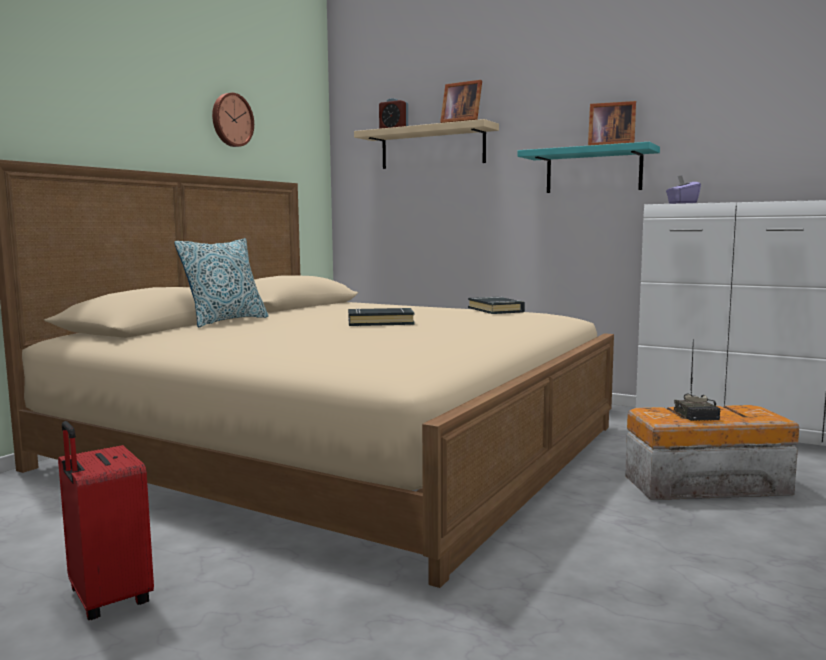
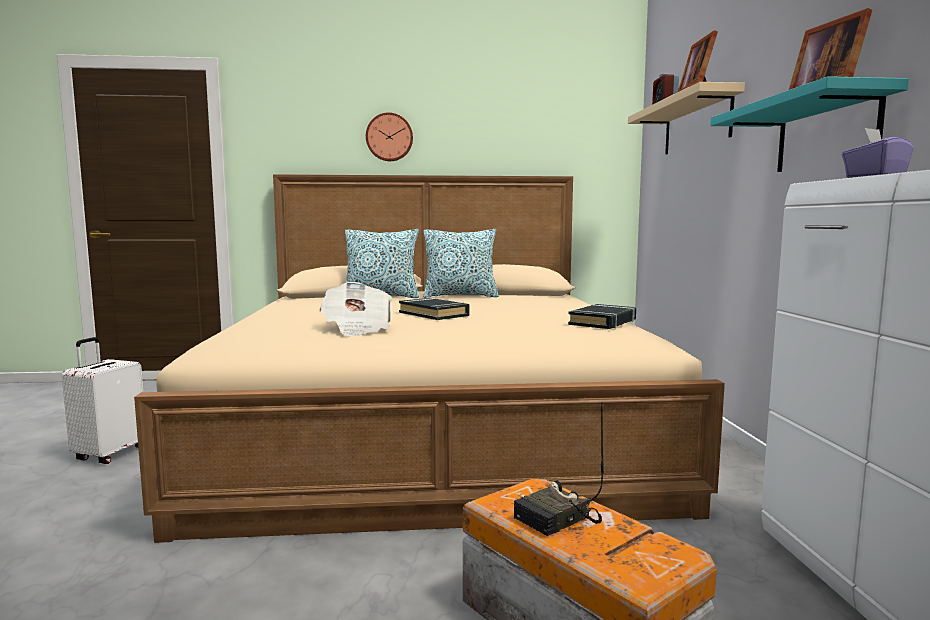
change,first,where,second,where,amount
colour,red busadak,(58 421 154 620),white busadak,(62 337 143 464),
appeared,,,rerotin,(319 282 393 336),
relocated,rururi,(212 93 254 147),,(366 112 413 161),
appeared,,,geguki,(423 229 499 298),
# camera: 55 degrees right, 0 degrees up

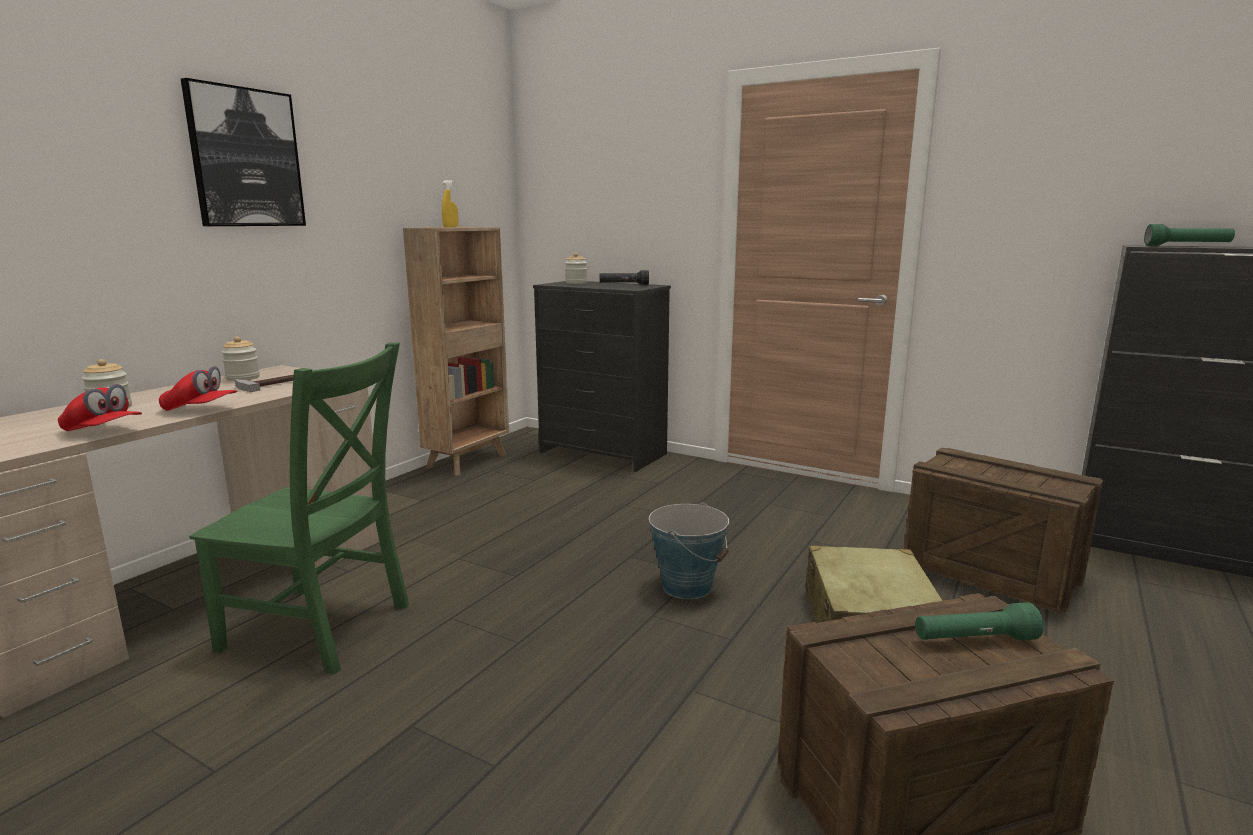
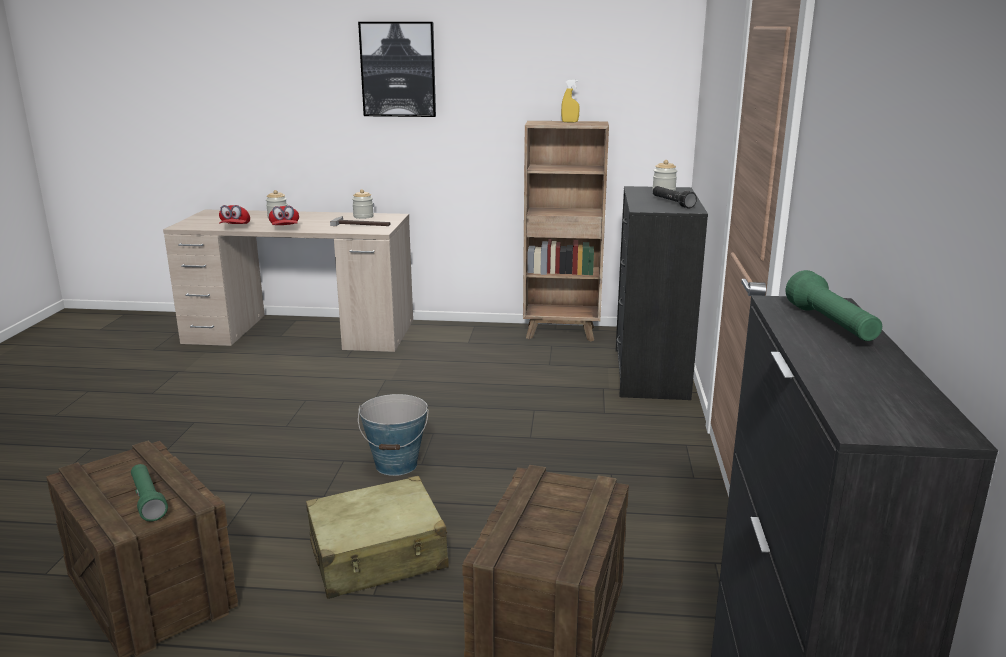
change,first,where,second,where,amount
missing,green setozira,(189 343 409 675),,,
# camera: 65 degrees right, 5 degrees up

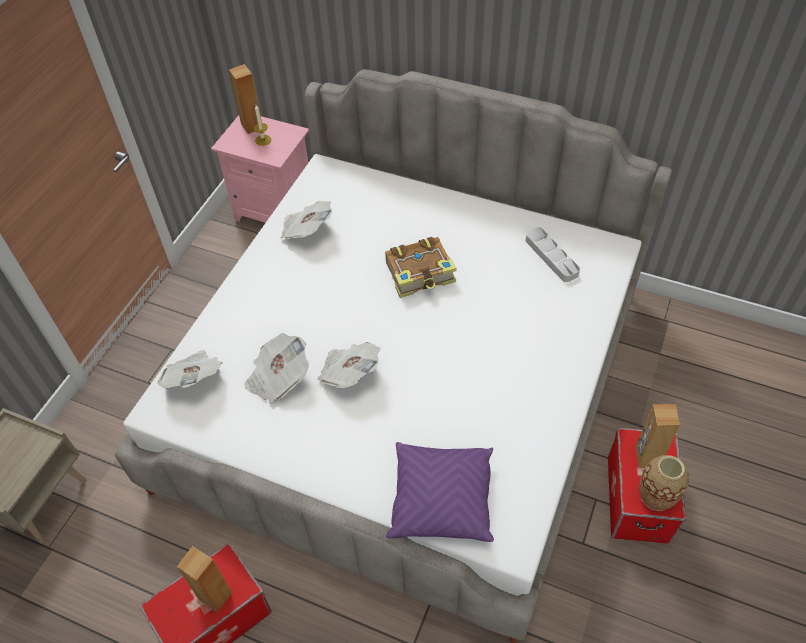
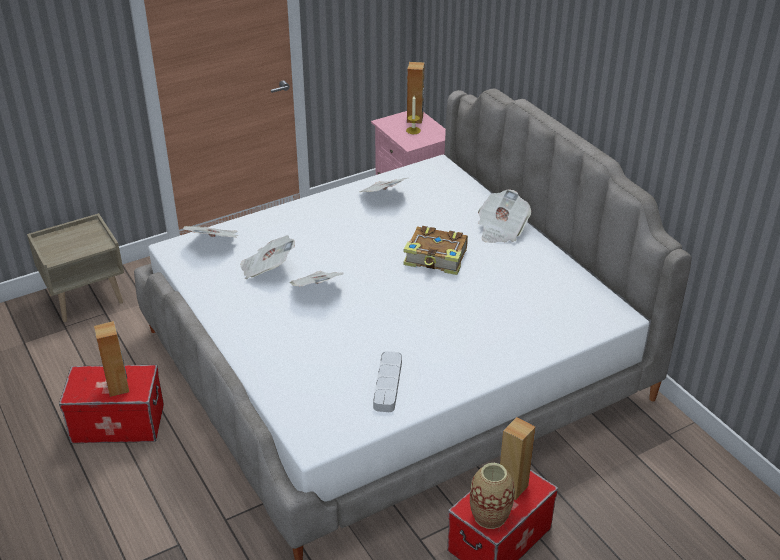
change,first,where,second,where,amount
relocated,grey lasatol,(526 227 580 282),,(373 351 402 412),
appeared,,,rerotin,(478 189 531 243),
missing,purple geguki,(386 442 494 542),,,
# camera: 35 degrees right, 15 degrees down

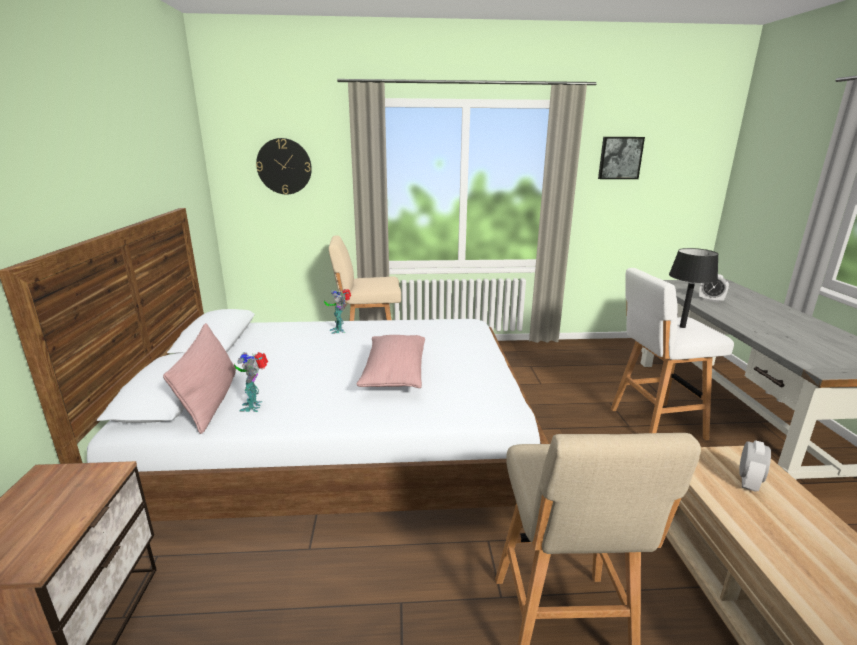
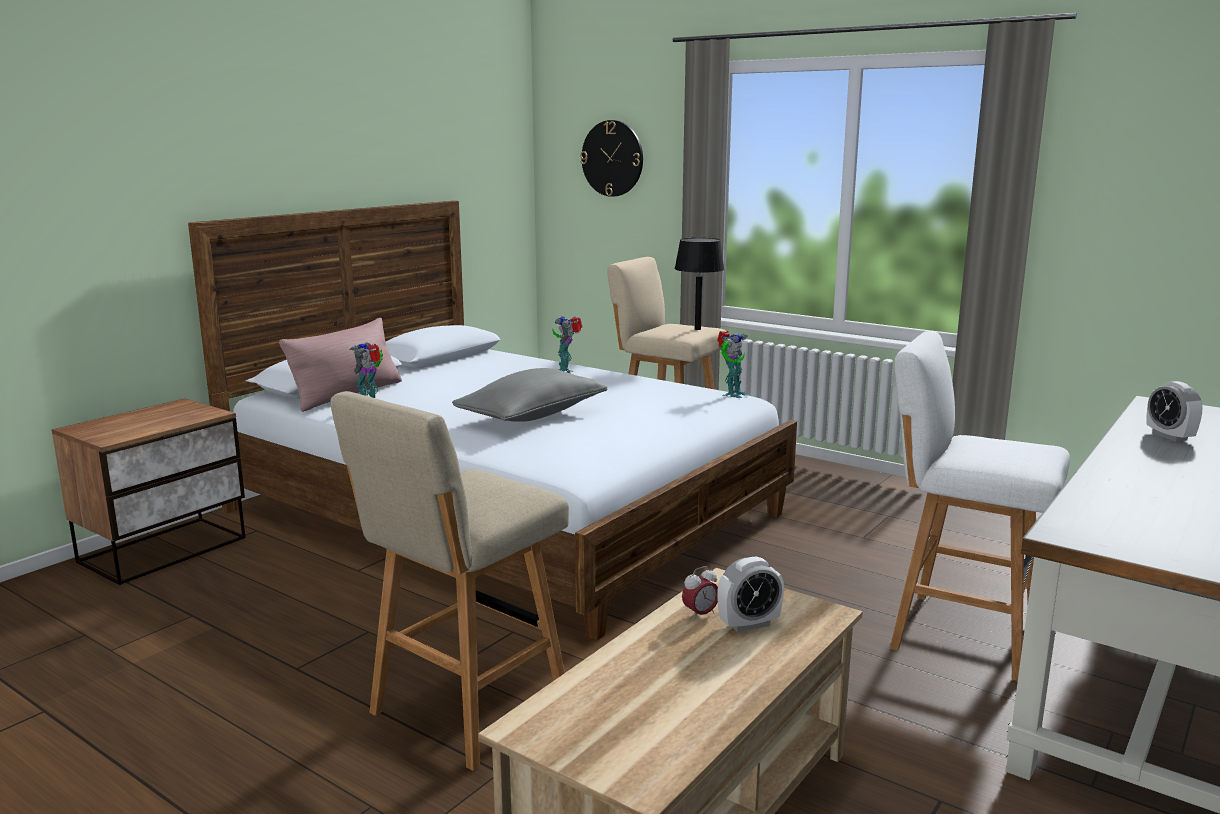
change,first,where,second,where,amount
colour,pink geguki,(356 335 425 388),grey geguki,(452 368 607 422),
relocated,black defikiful,(669 248 719 328),,(674 238 724 330),
appeared,,,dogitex,(682 566 718 621),
appeared,,,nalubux,(717 331 748 398),
missing,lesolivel,(598 137 645 179),,,
# camera: 40 degrees right, 5 degrees down

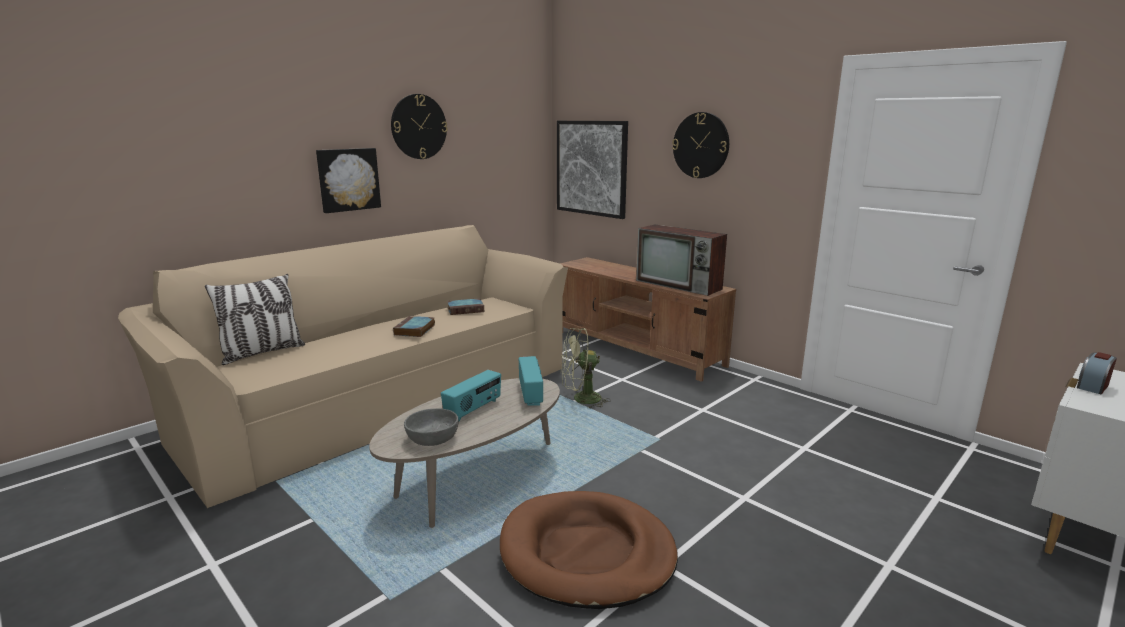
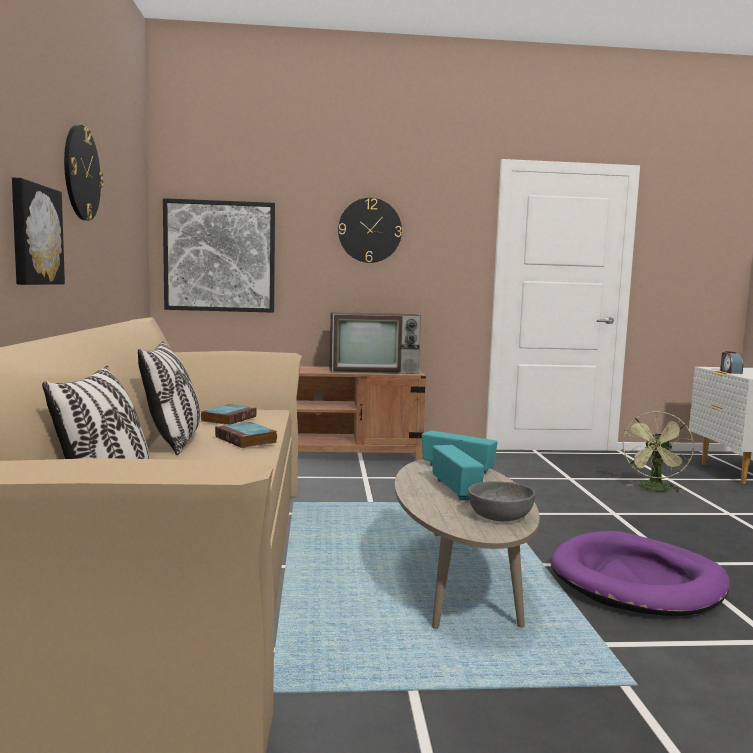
change,first,where,second,where,amount
appeared,,,geguki,(138 341 200 455),
colour,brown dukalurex,(500 491 678 609),purple dukalurex,(550 531 730 616),
relocated,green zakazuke,(561 328 611 409),,(621 411 694 493),
# camera: 50 degrees left, 10 degrees down

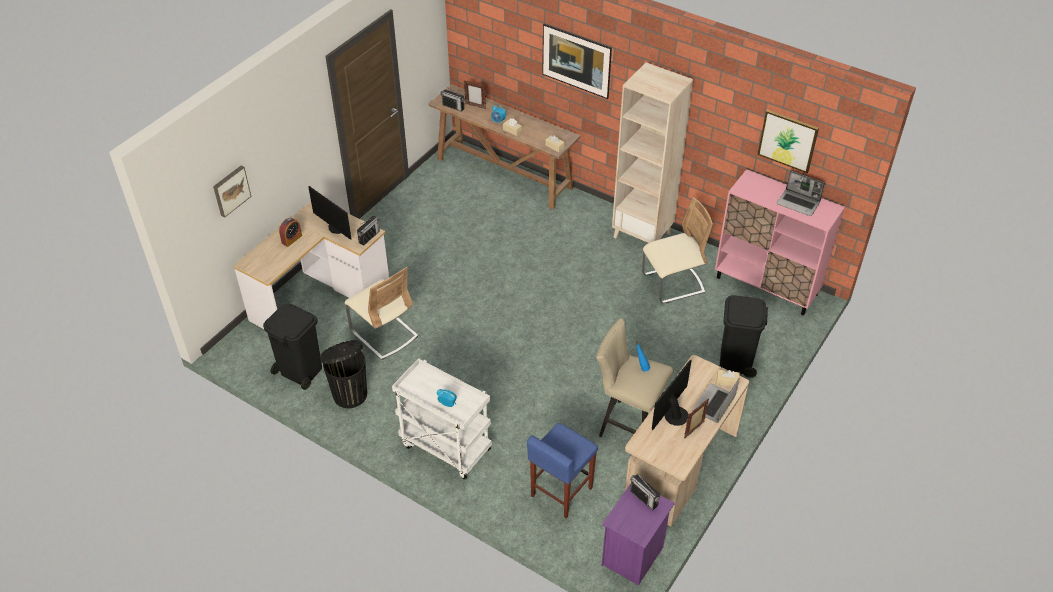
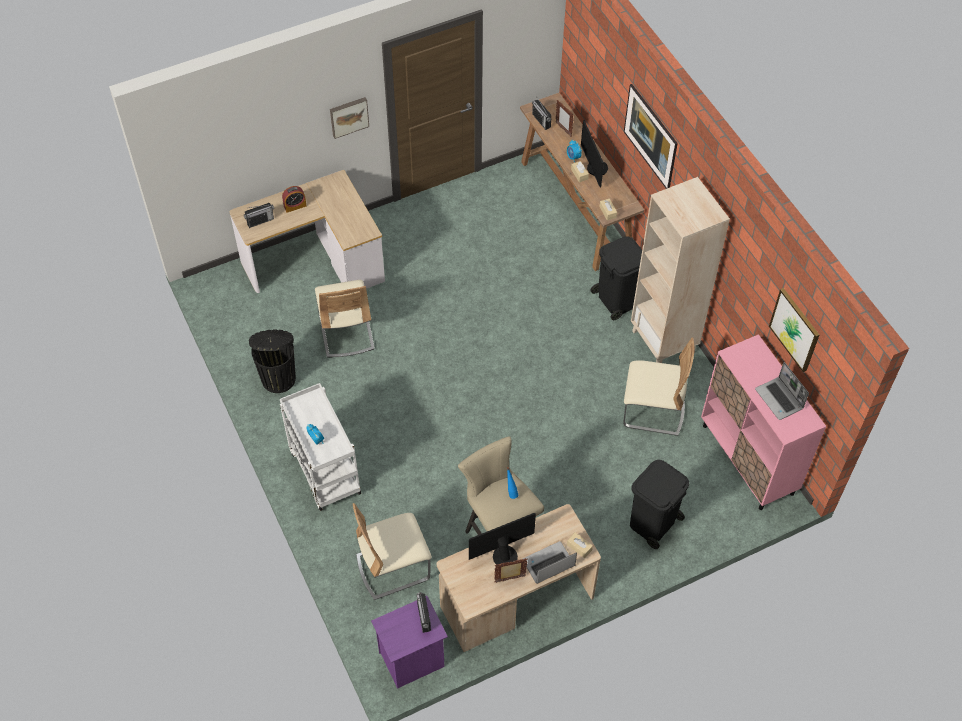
change,first,where,second,where,amount
relocated,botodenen,(357 216 380 245),,(244 203 274 228),
relocated,lesolivel,(213 166 252 218),,(330 97 369 139),
exchanged,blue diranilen,(527 423 598 518),beige setozira,(353 503 432 600),
relocated,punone,(308 186 352 239),,(581 120 608 187),
relocated,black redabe,(263 304 322 390),,(591 236 642 320),
# camera: 30 degrees right, 10 degrees up

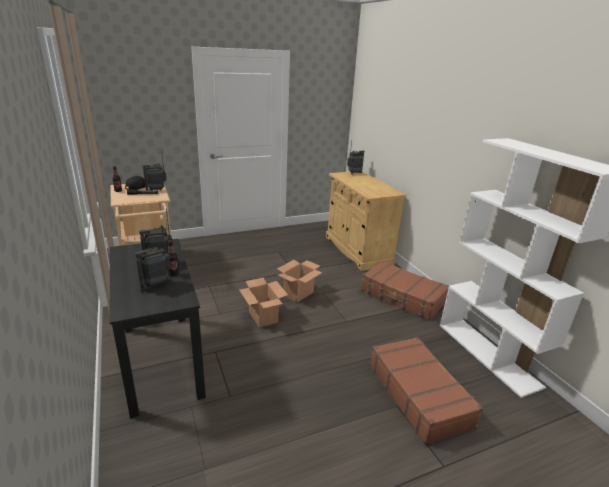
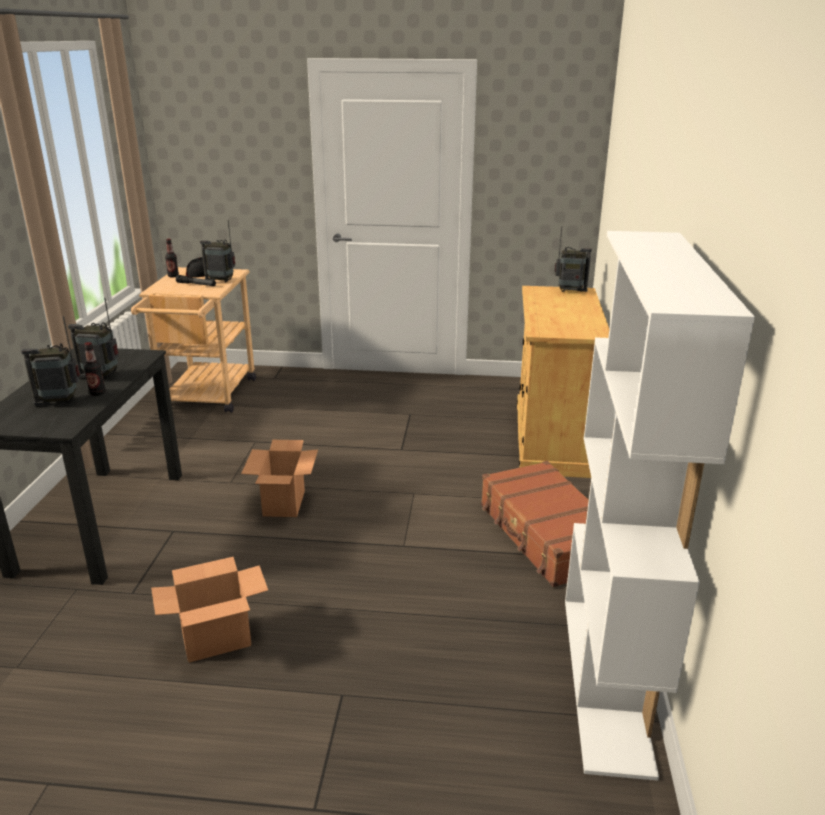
change,first,where,second,where,amount
relocated,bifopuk,(277 260 322 303),,(151 557 268 663),
missing,brown busadak,(370 337 483 445),,,
# camera: 30 degrees right, 0 degrees up

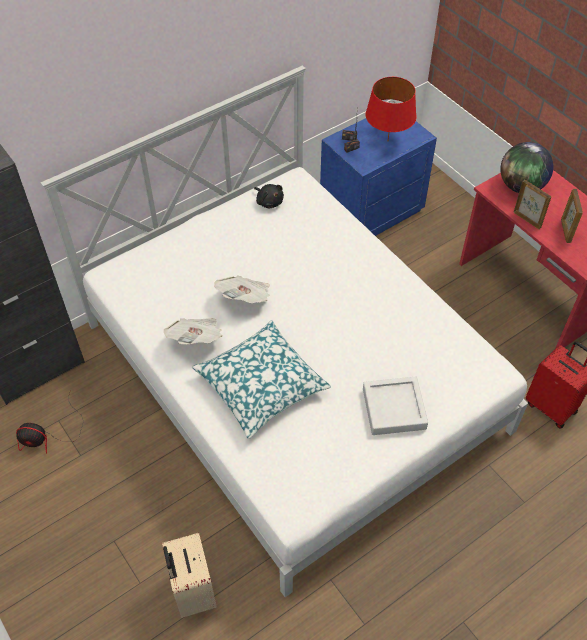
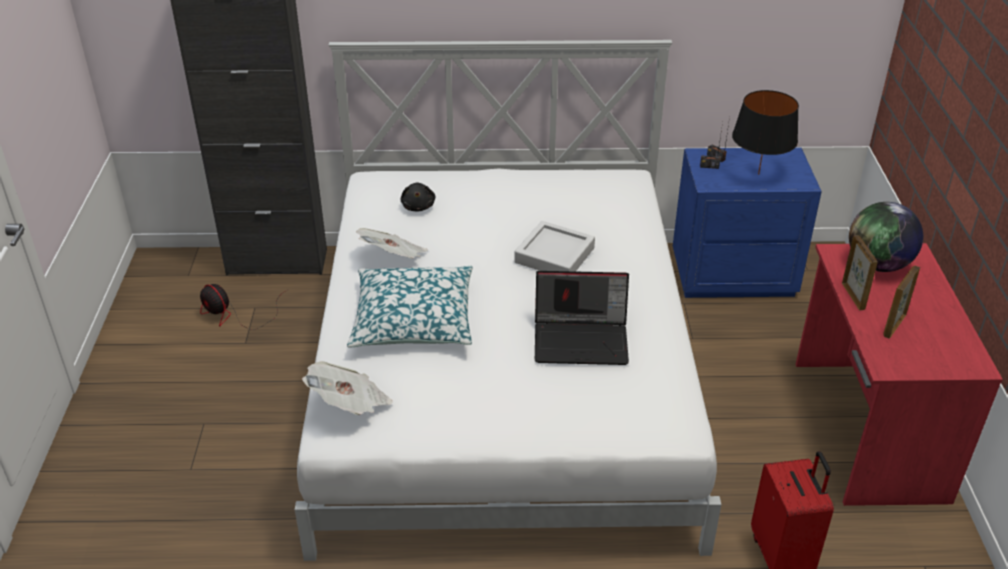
change,first,where,second,where,amount
relocated,rerotin,(214 275 270 303),,(302 361 393 415),
relocated,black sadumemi,(254 184 284 208),,(400 183 435 212),
relocated,grey lasatol,(363 377 428 435),,(515 221 595 272),
appeared,,,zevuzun,(535 271 629 365),
colour,red defikiful,(366 77 416 140),black defikiful,(732 90 799 175),
missing,beige busadak,(162 533 217 618),,,
# camera: 35 degrees right, 15 degrees down

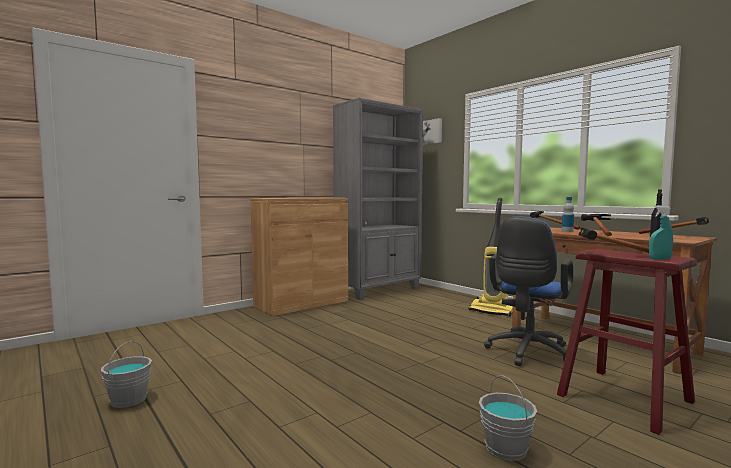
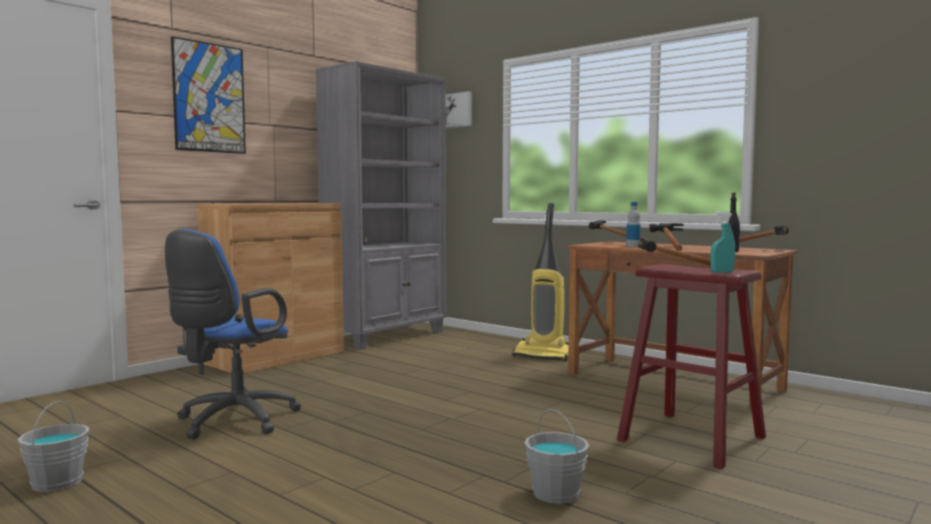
change,first,where,second,where,amount
relocated,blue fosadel,(484 216 573 366),,(165 229 301 439),
appeared,,,lesolivel,(171 36 246 154),
# camera: 10 degrees left, 0 degrees up

